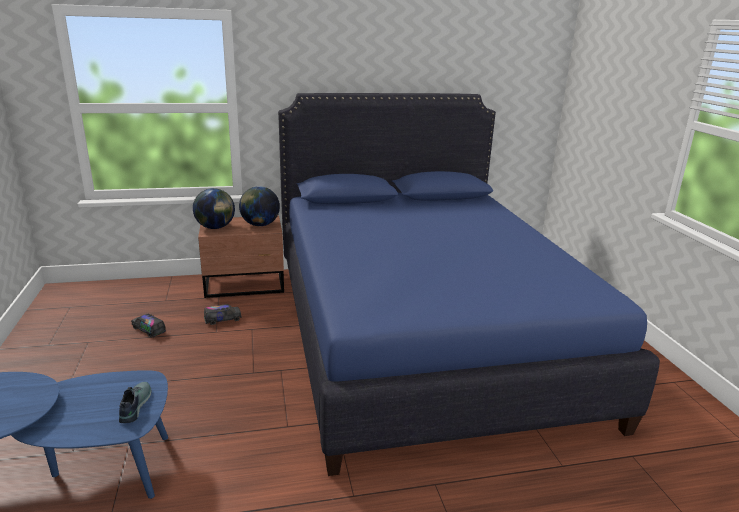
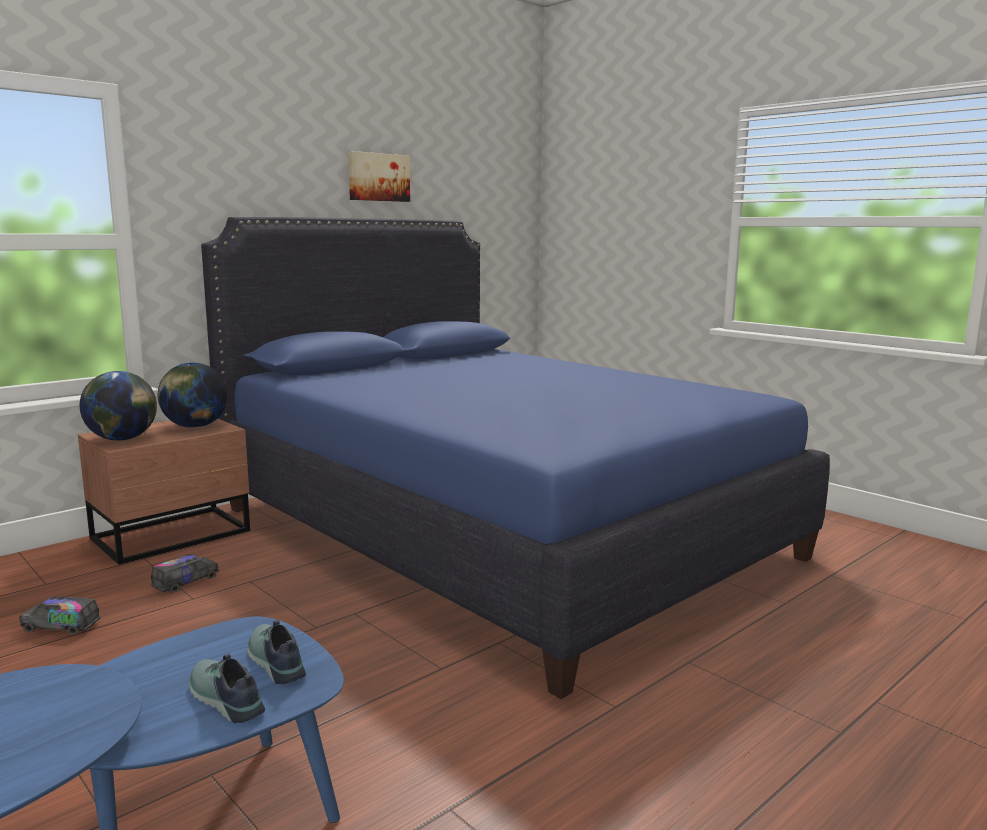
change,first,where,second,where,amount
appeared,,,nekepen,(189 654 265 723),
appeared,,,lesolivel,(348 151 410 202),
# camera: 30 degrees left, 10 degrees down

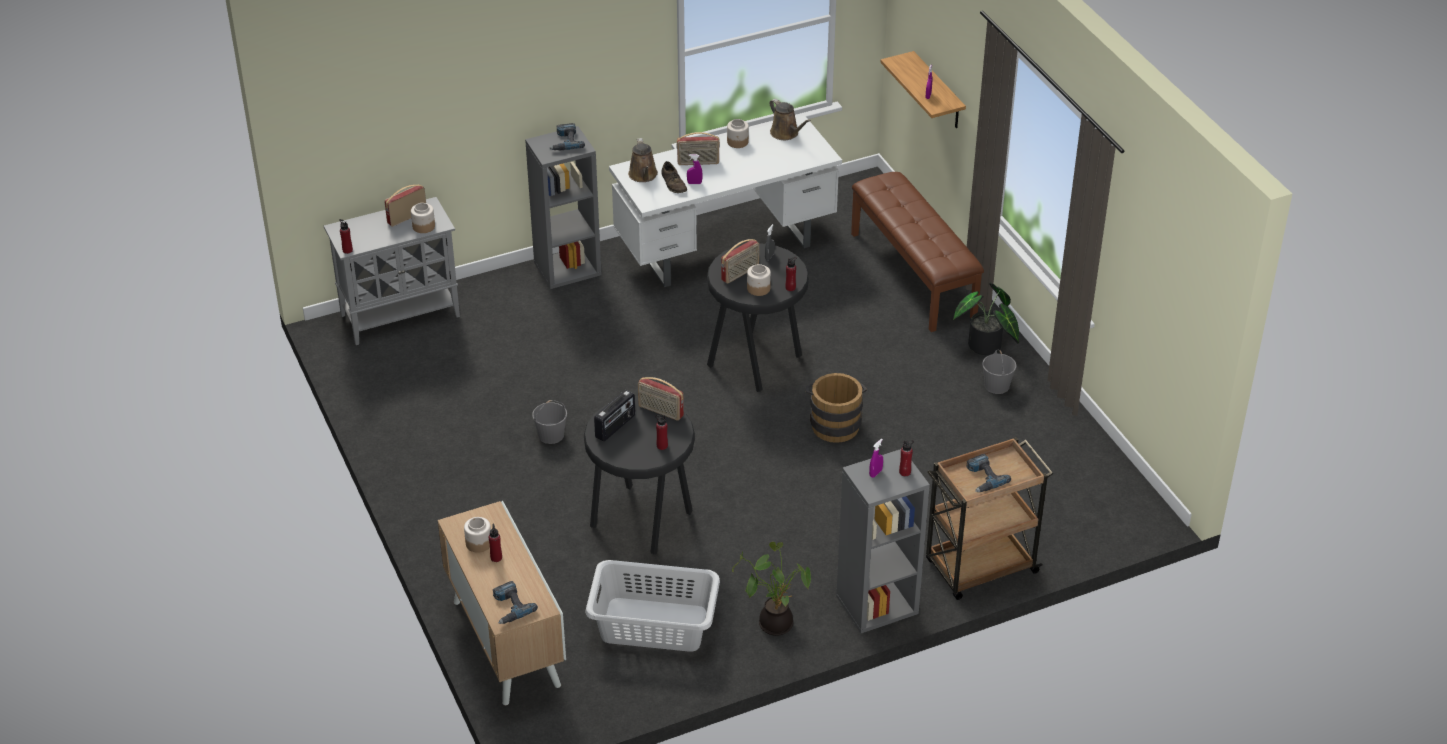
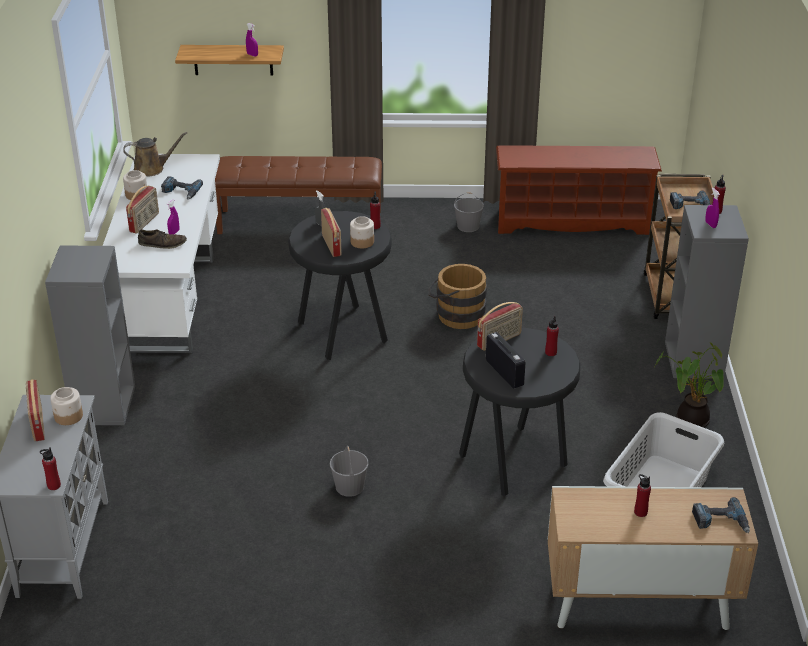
change,first,where,second,where,amount
relocated,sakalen,(549 123 585 150),,(161 176 203 200),
appeared,,,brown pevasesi,(496 145 662 235),
missing,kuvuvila,(464 517 491 553),,,
missing,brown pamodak,(628 138 658 182),,,
missing,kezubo,(953 282 1019 355),,,
# camera: 65 degrees left, 5 degrees down

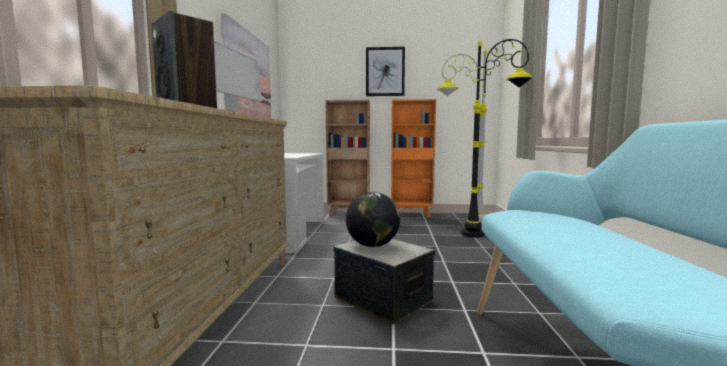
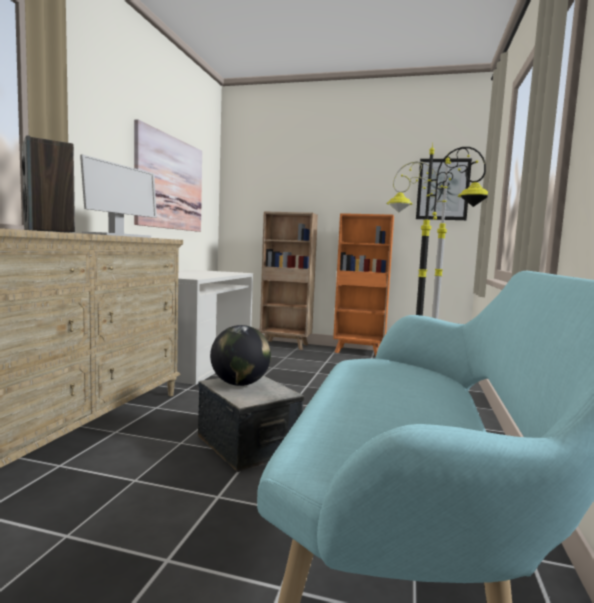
change,first,where,second,where,amount
relocated,lesolivel,(366 47 405 96),,(416 158 472 220),
# camera: 10 degrees right, 0 degrees up

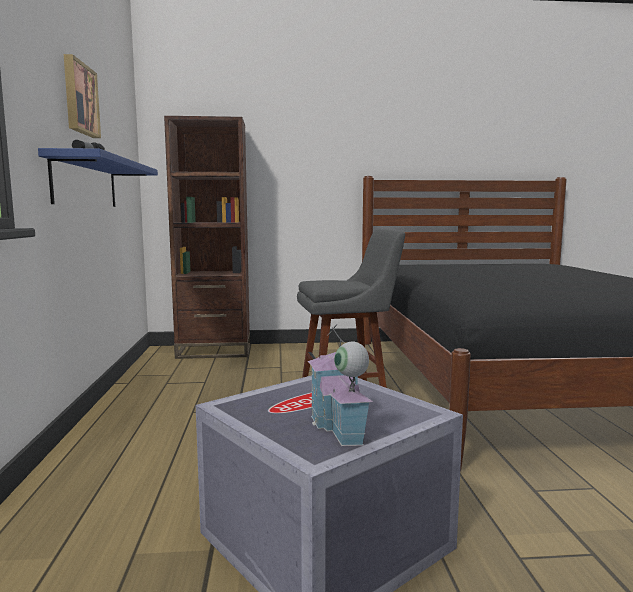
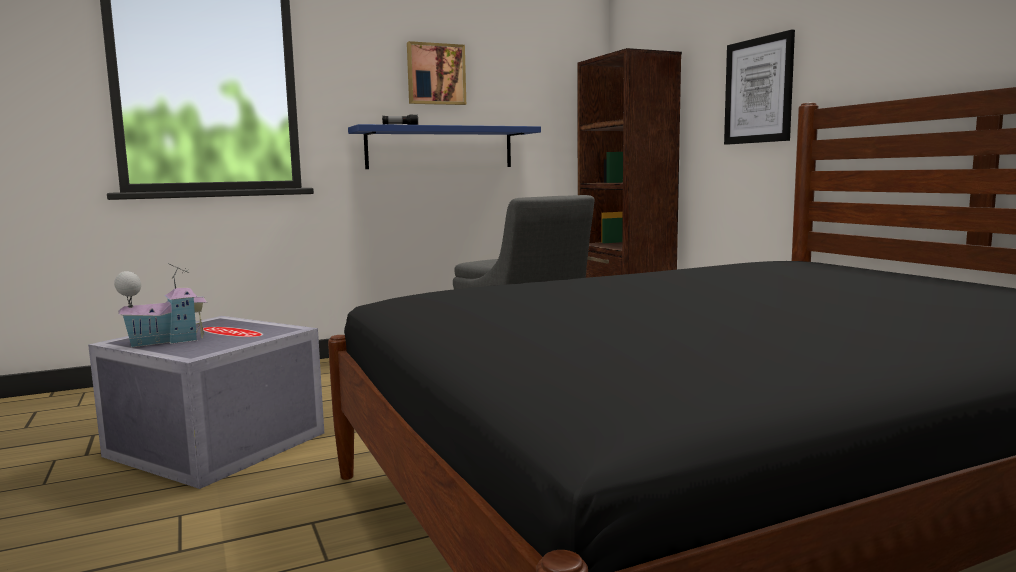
change,first,where,second,where,amount
appeared,,,lesolivel,(724 30 795 145),
# camera: 70 degrees right, 0 degrees up

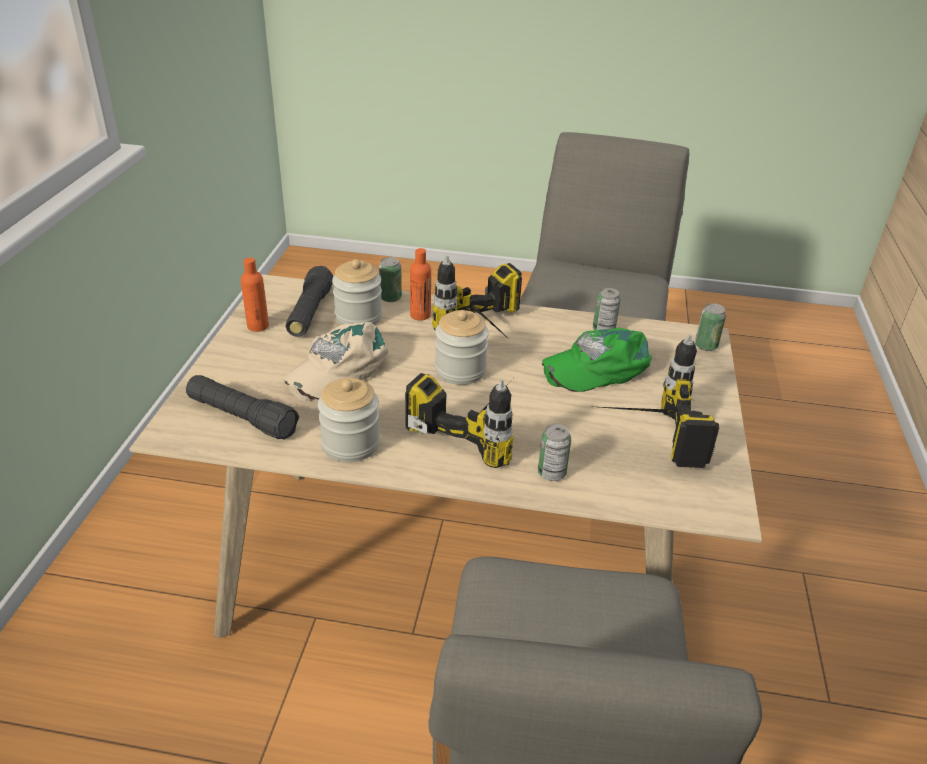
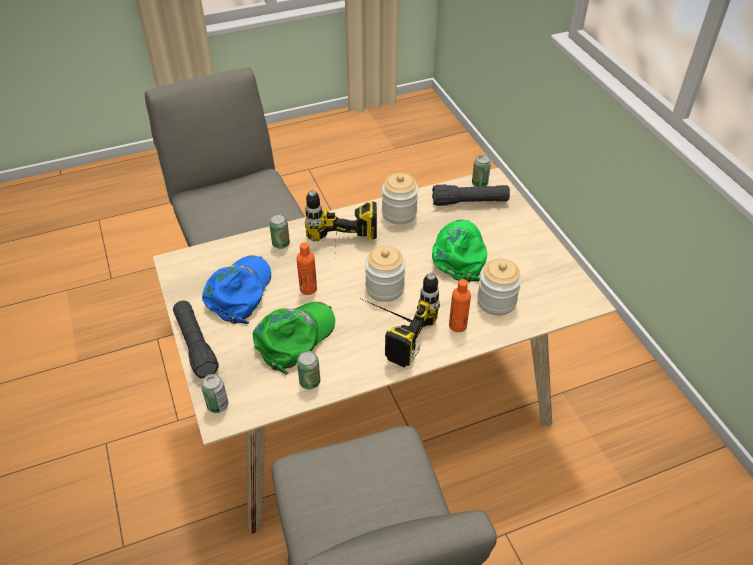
change,first,where,second,where,amount
relocated,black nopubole,(286 266 333 337),,(173 301 219 378),
exchanged,sakalen,(588 334 719 468),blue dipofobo,(202 255 271 324),
relocated,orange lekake,(241 258 269 332),,(297 242 317 295),
colour,beige dipofobo,(283 322 388 401),green dipofobo,(432 220 487 282),
relocated,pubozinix,(379 257 402 302),,(472 155 491 187),
# camera: 150 degrees right, 10 degrees up

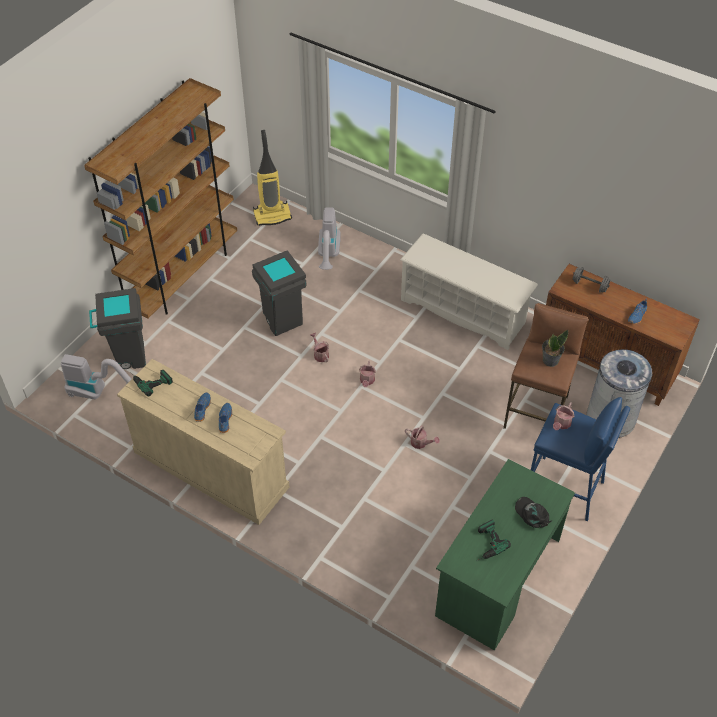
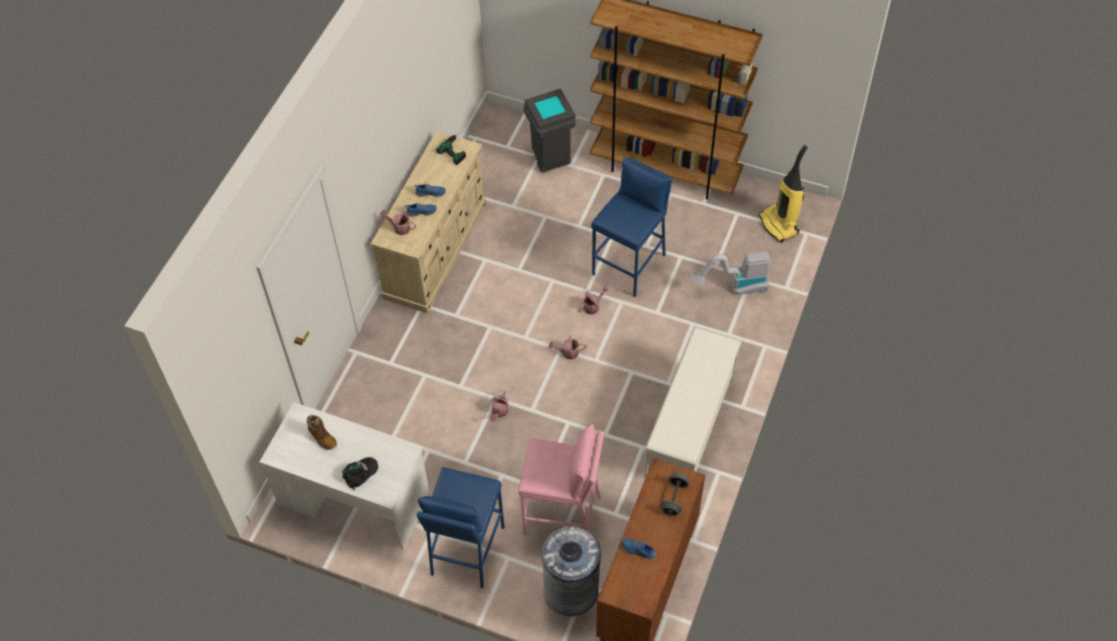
change,first,where,second,where,amount
colour,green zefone,(435 459 575 651),white zefone,(259 402 430 550),
exchanged,sakalen,(477 519 511 561),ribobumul,(307 415 337 450),
relocated,pamodak,(553 402 574 430),,(380 210 416 235),
colour,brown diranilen,(504 303 589 429),pink diranilen,(518 424 604 535),
exchanged,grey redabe,(252 250 306 336),blue diranilen,(591 157 673 297),
missing,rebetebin,(61 354 132 399),,,
missing,kezubo,(542 330 568 367),,,
# camera: 80 degrees right, 5 degrees up

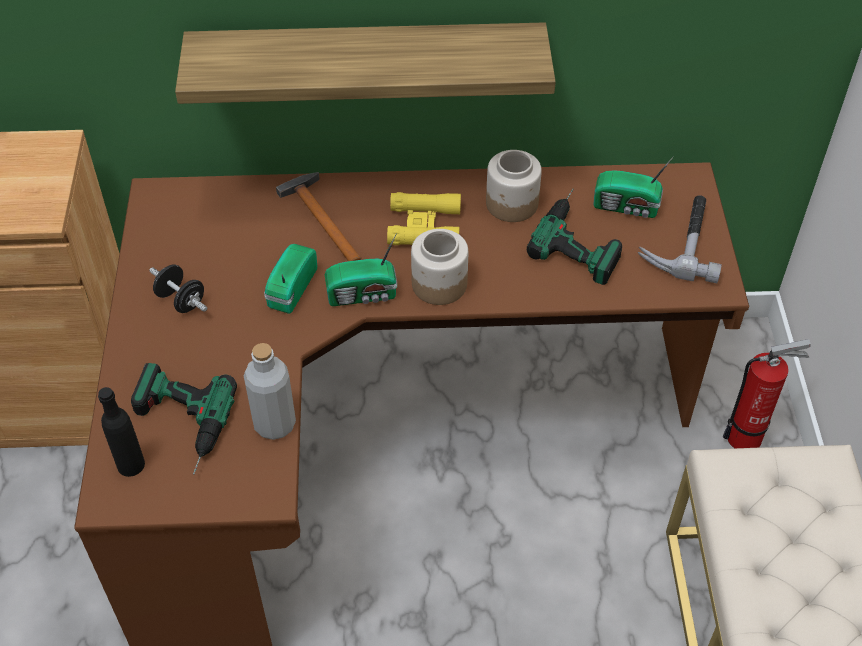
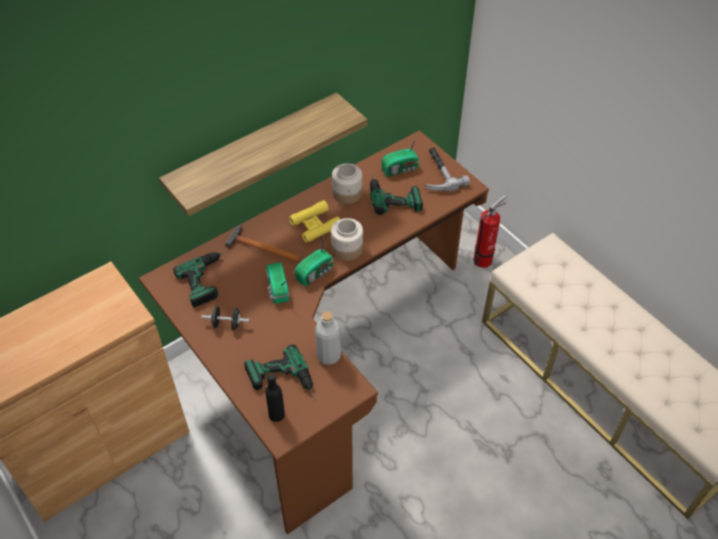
change,first,where,second,where,amount
appeared,,,sakalen,(173 250 231 308),
# camera: 35 degrees left, 0 degrees up

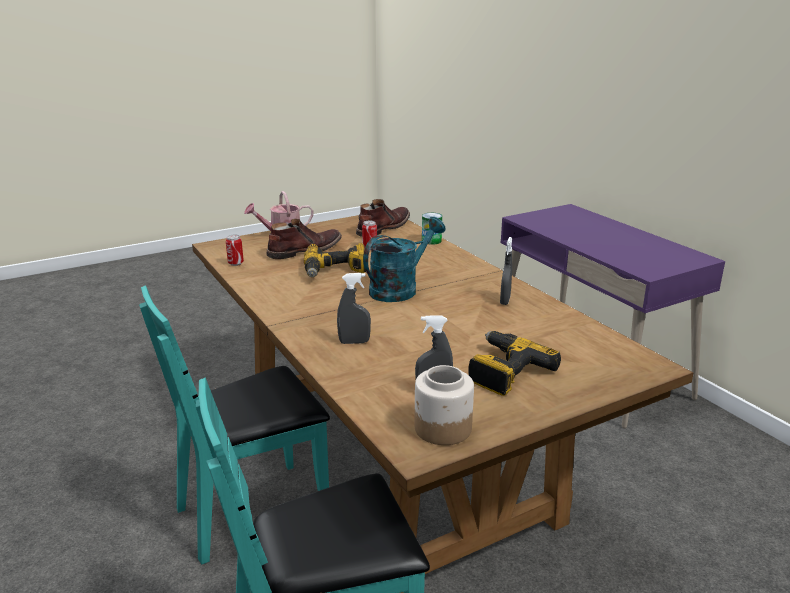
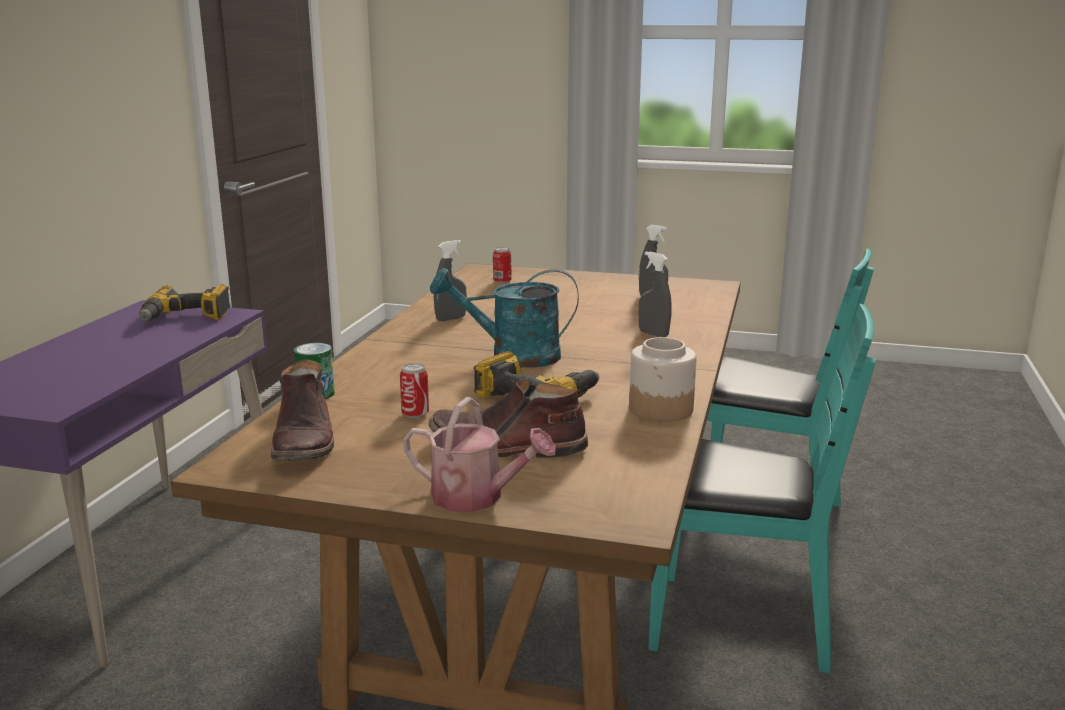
change,first,where,second,where,amount
relocated,sakalen,(468 331 561 396),,(139 284 231 321),
spun,brown ribobumul,(356 199 410 237),,(271 360 334 461),90 degrees counterclockwise
relocated,pubozinix,(226 234 244 266),,(493 247 512 284),
relocated,kuvuvila,(414 365 474 445),,(629 337 696 422),
# camera: 135 degrees left, 5 degrees down

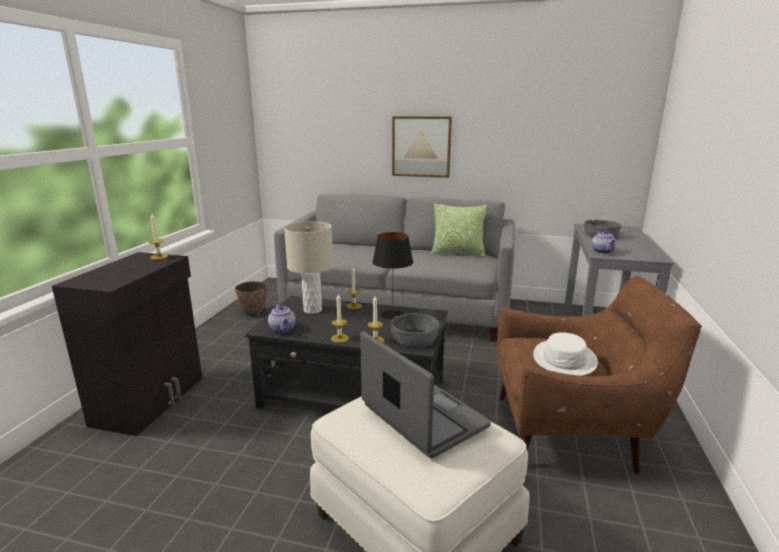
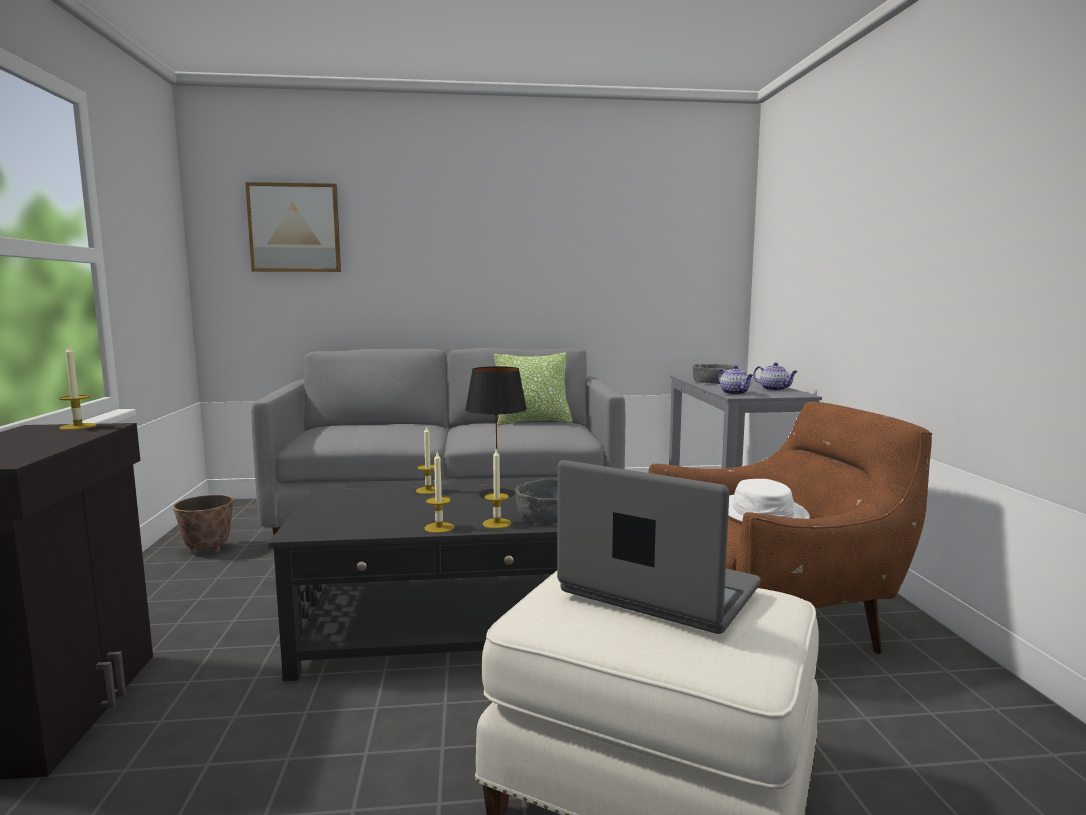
change,first,where,second,where,amount
relocated,lesolivel,(392 116 452 178),,(245 182 341 272),
relocated,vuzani,(268 304 296 333),,(753 362 798 391),
missing,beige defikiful,(284 221 333 314),,,
# camera: 20 degrees left, 10 degrees down

